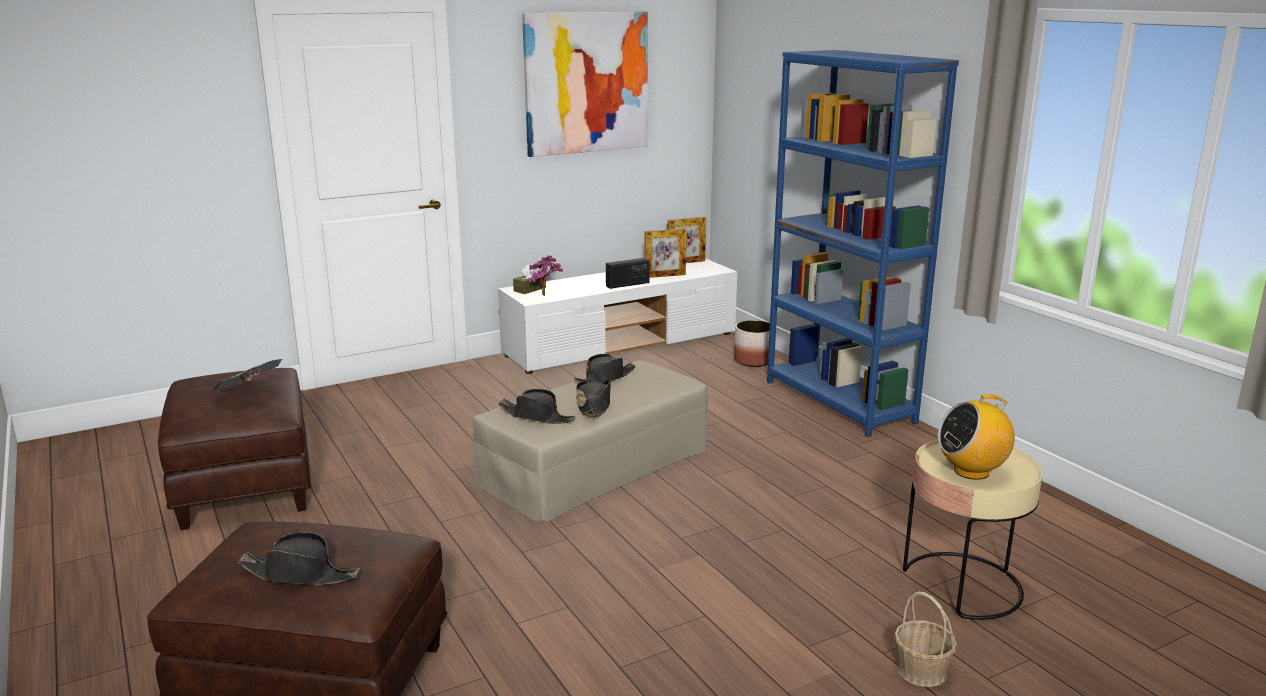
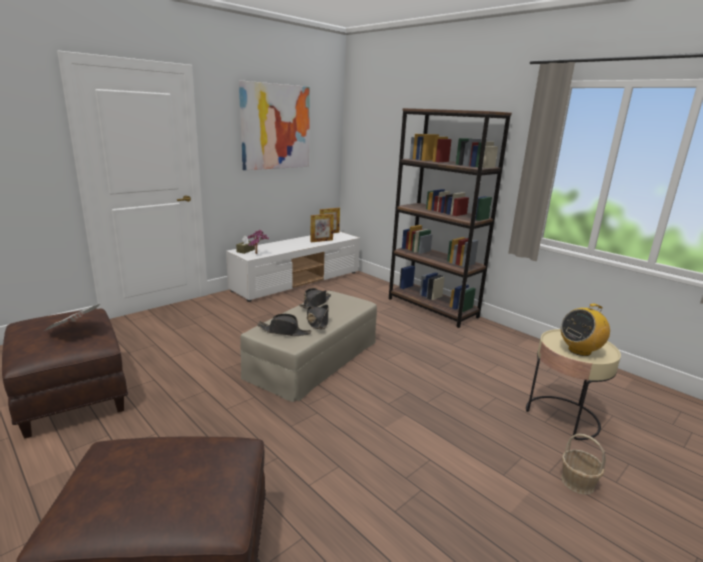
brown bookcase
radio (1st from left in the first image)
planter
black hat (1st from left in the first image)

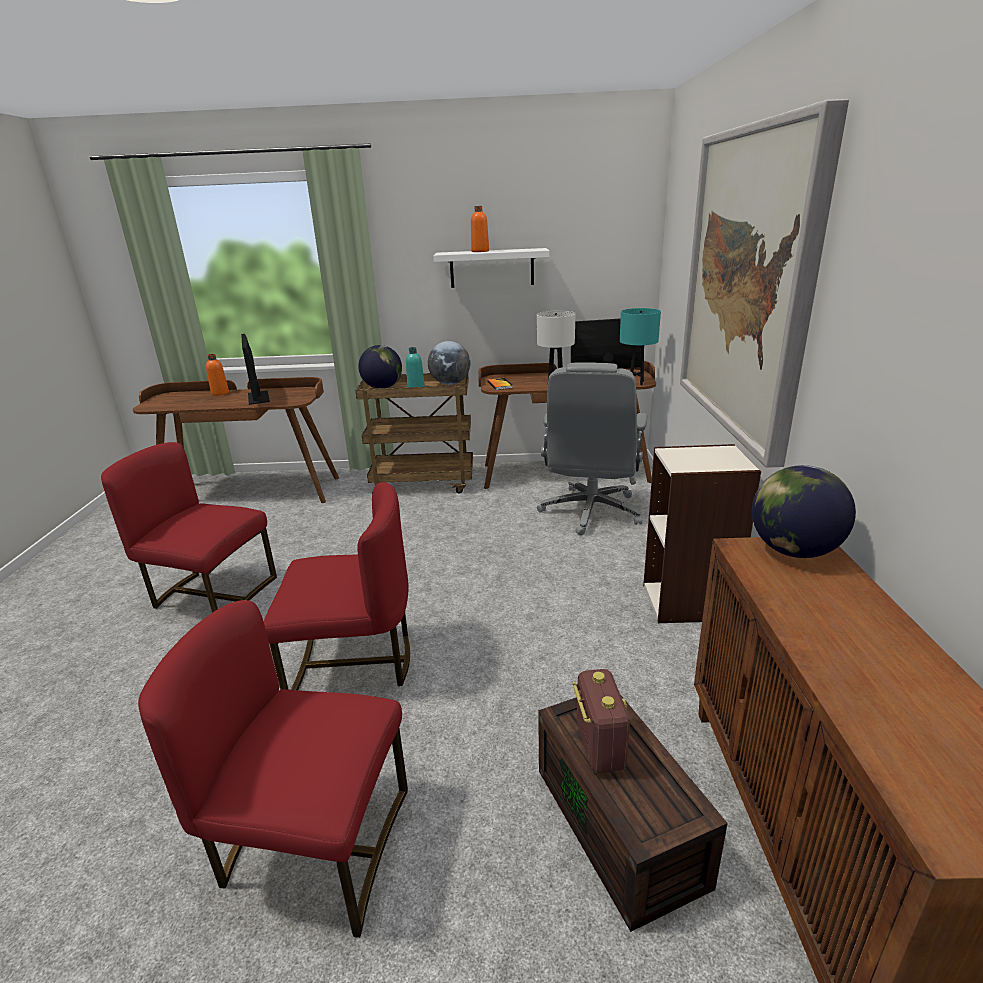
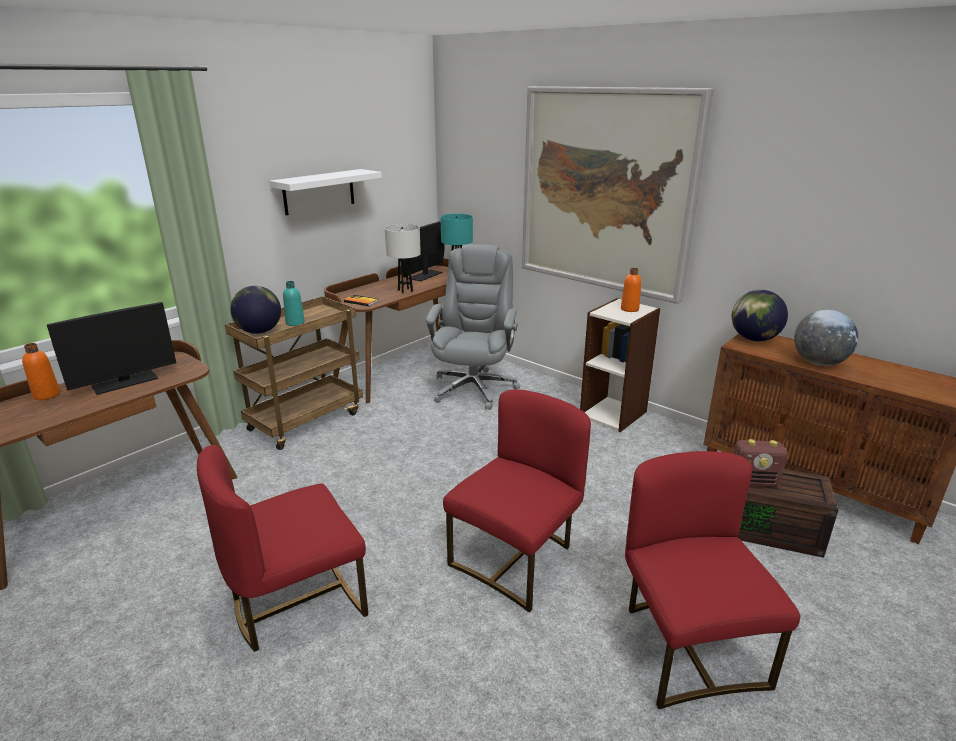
orange bottle (2nd from left)
monitor (1st from left)
globe (3rd from left)
grey office chair
red chair (3rd from left)
radio

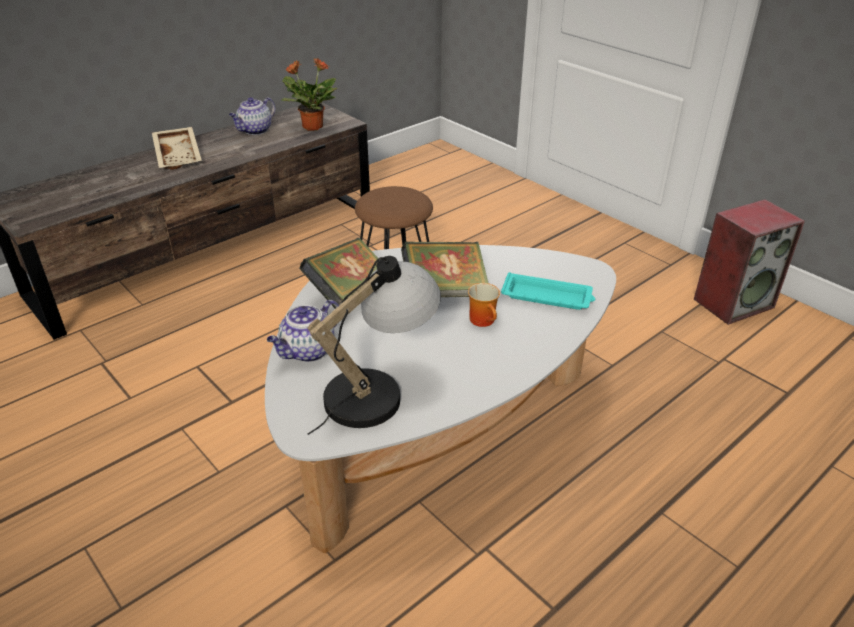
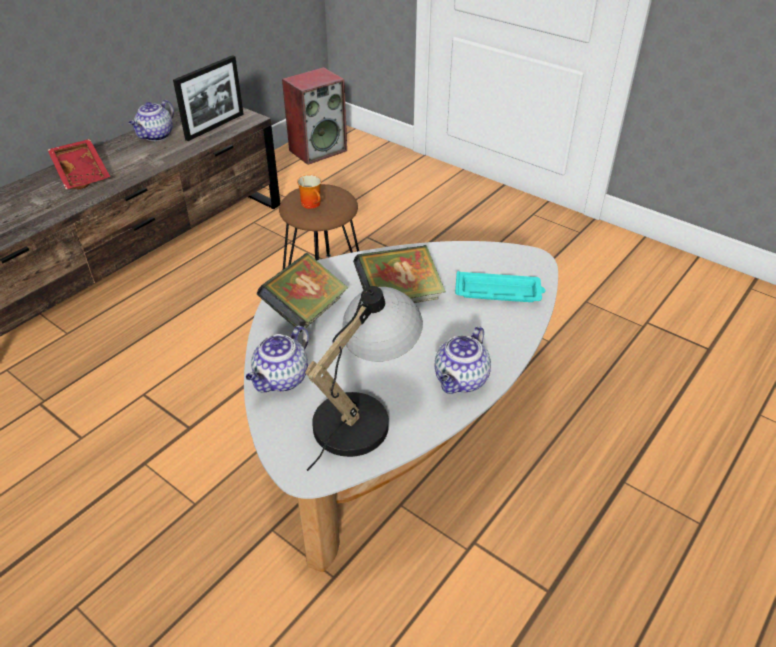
picture frame
red tray
speaker
mug
teapot (3rd from left)

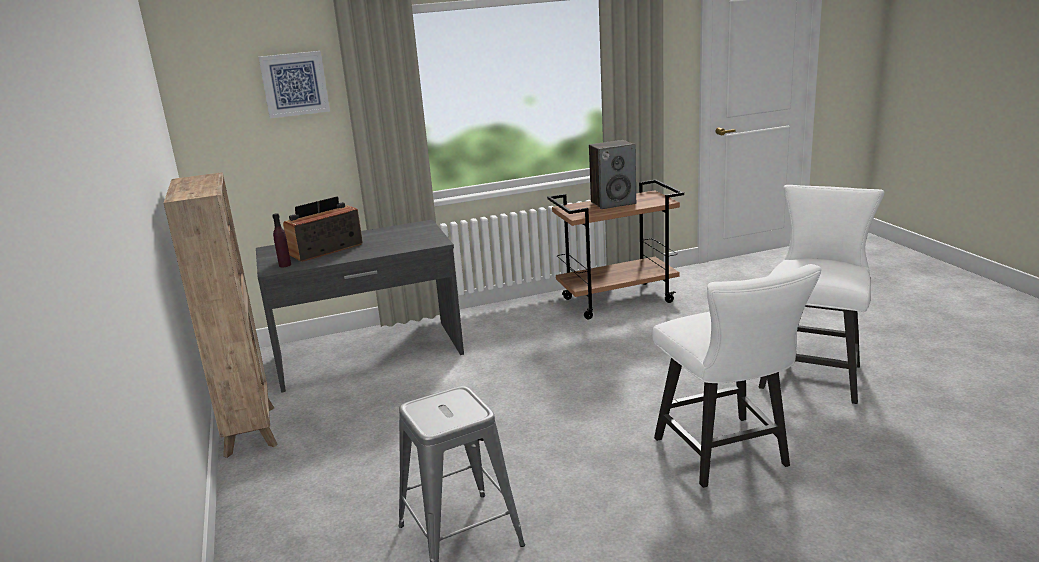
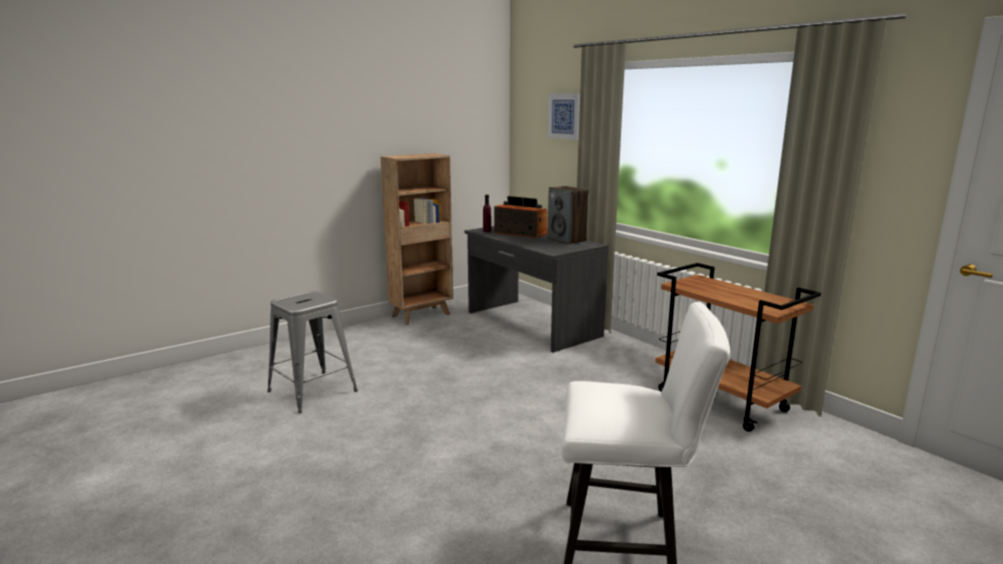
speaker
white chair (1st from left in the first image)

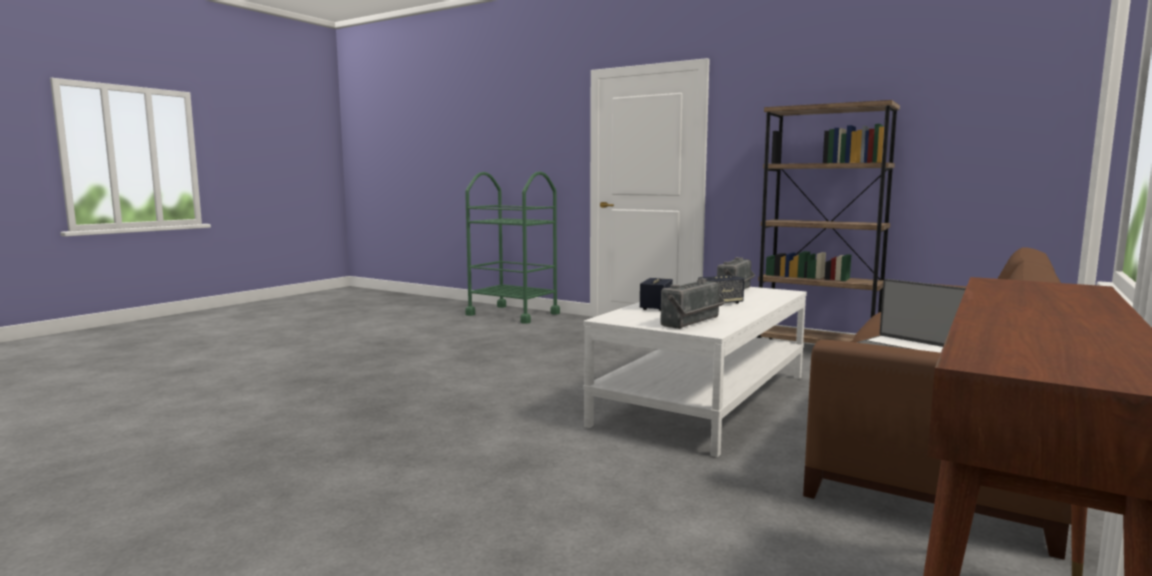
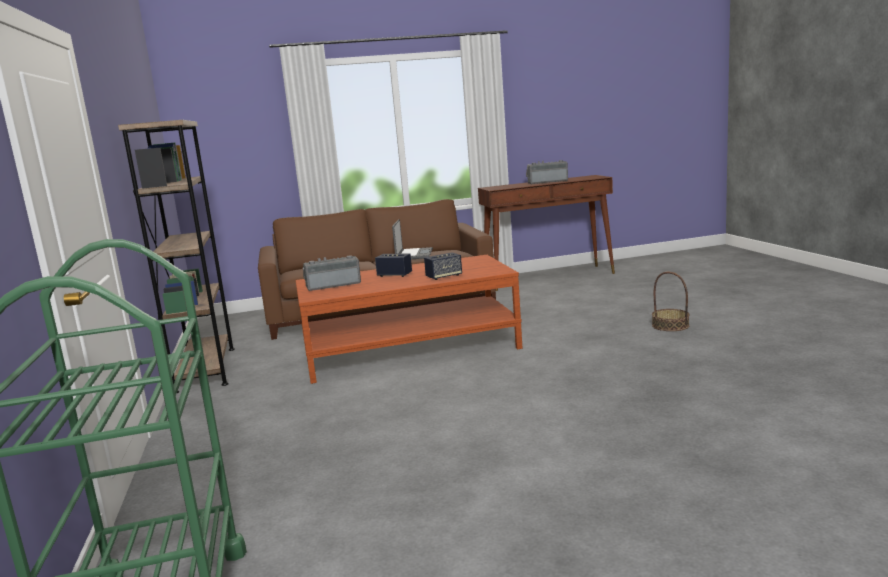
radio (2nd from left)
brown coffee table
basket

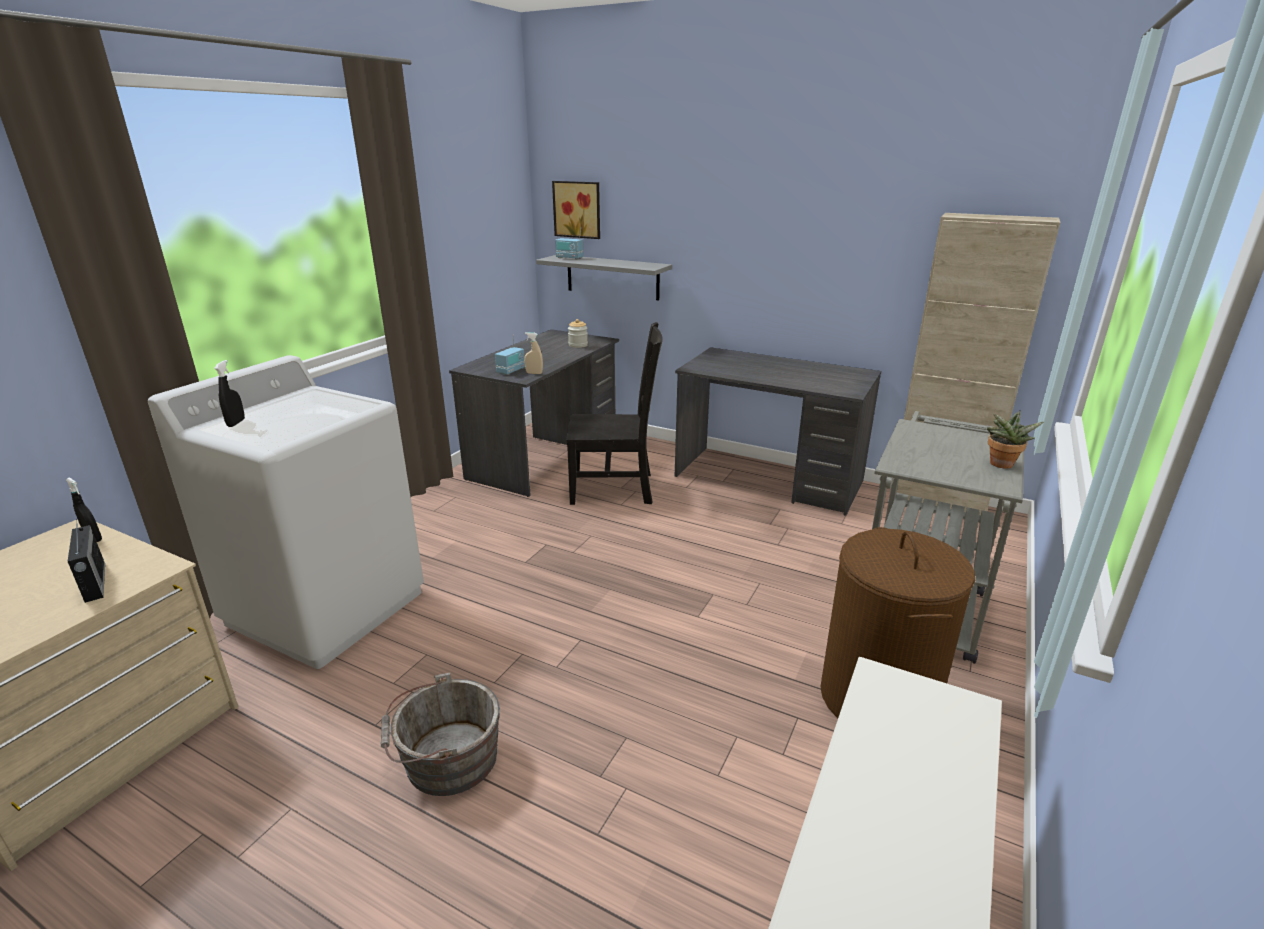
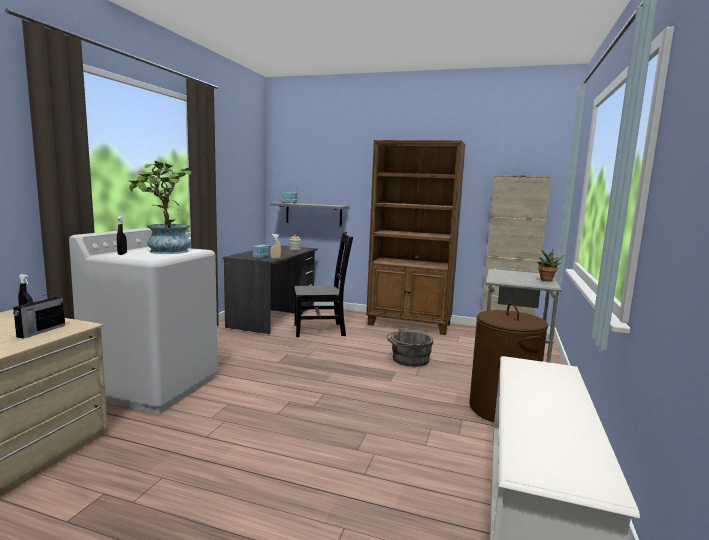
picture
brown bookcase
radio (1st from left)
grey bucket
potted plant (1st from left)

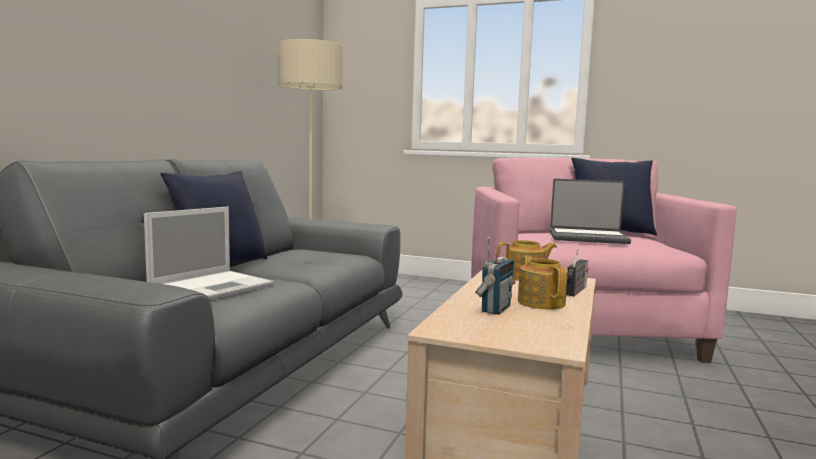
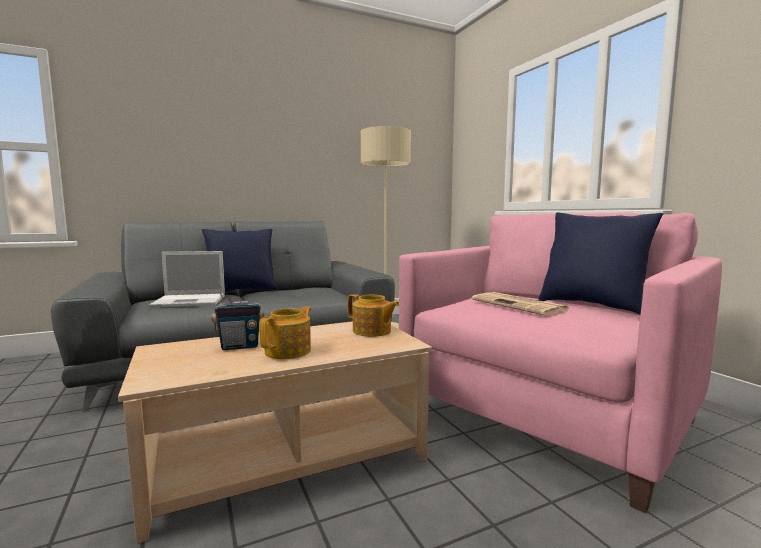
newspaper
radio (2nd from left in the first image)

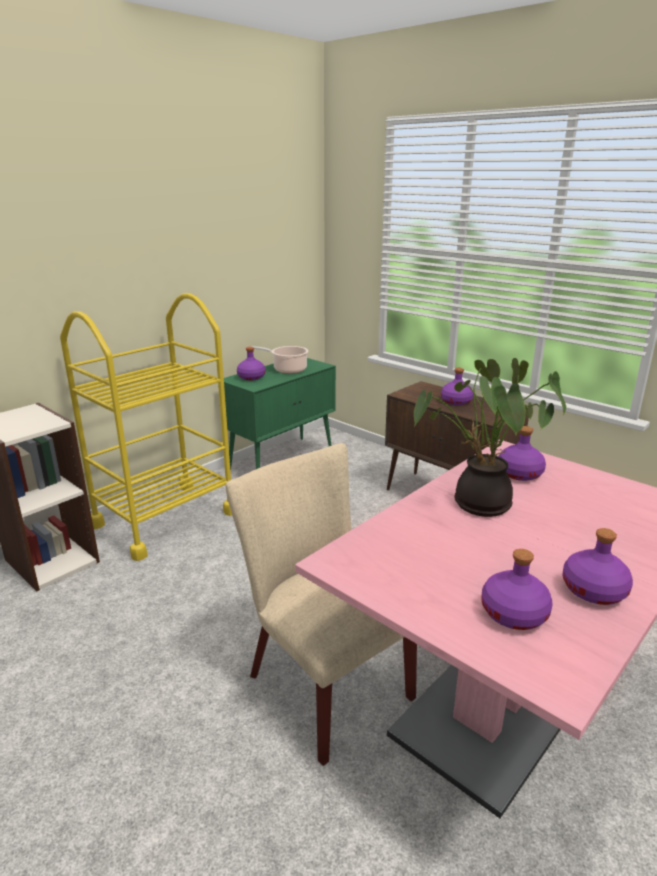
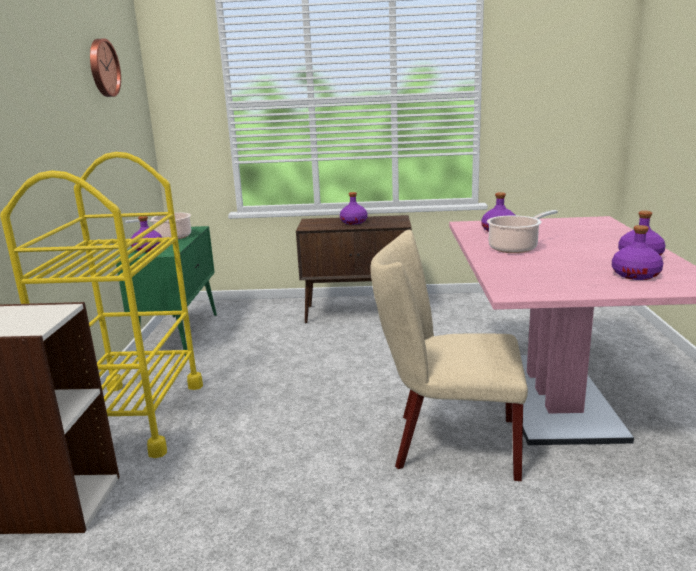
cooking pot (2nd from left)
wall clock

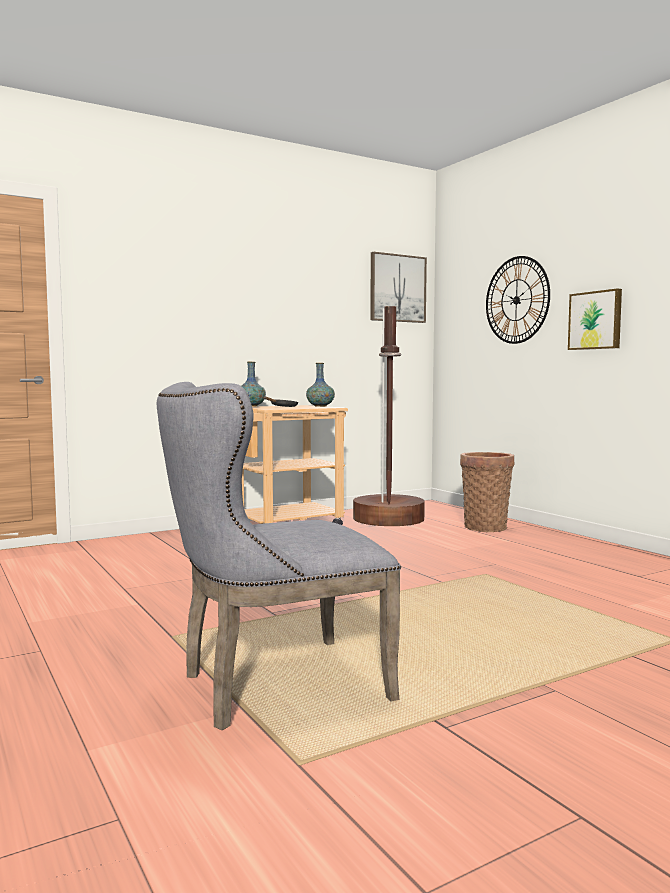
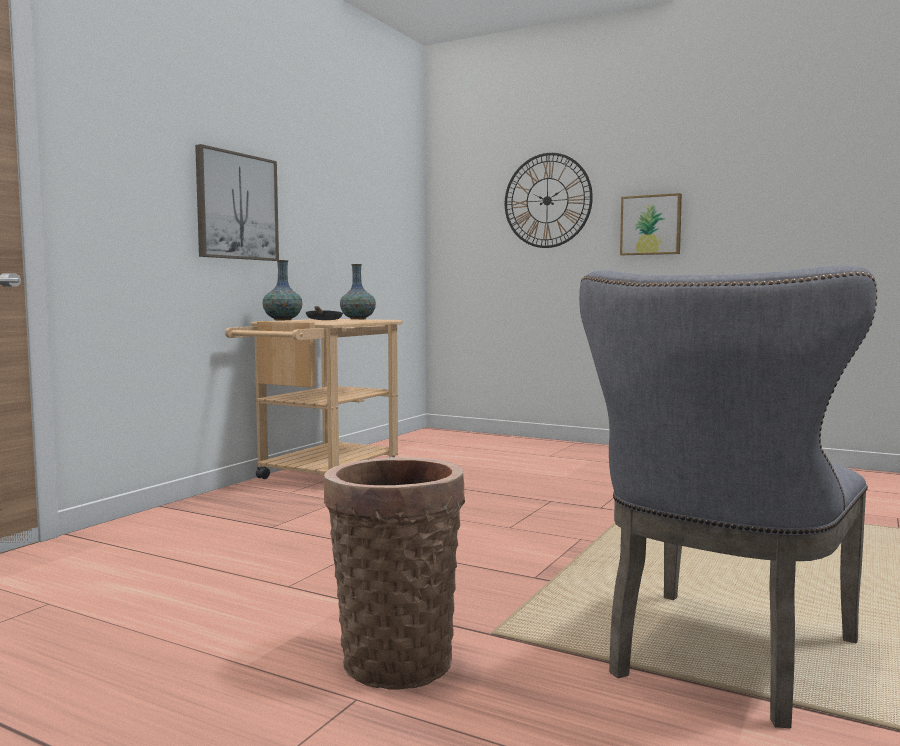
picture (1st from left)
brown floor lamp
basket

